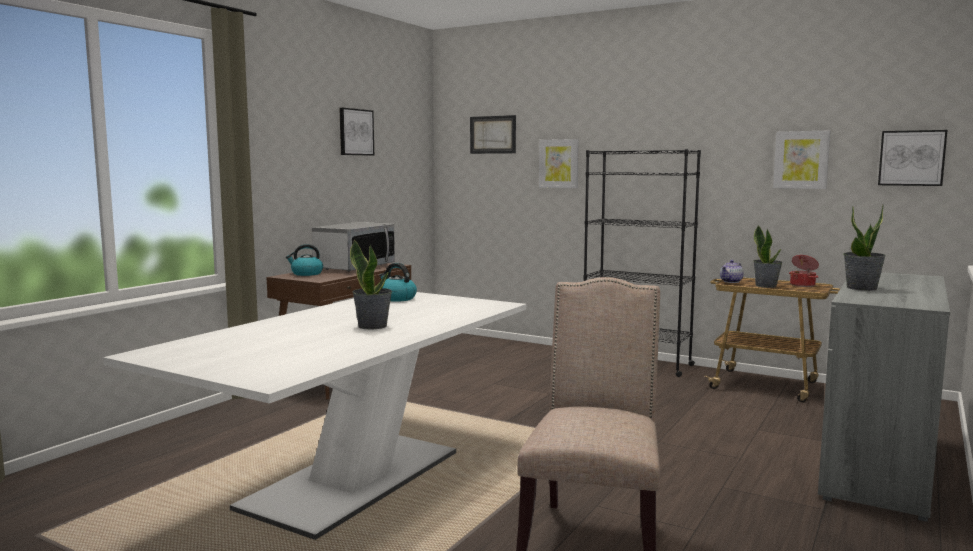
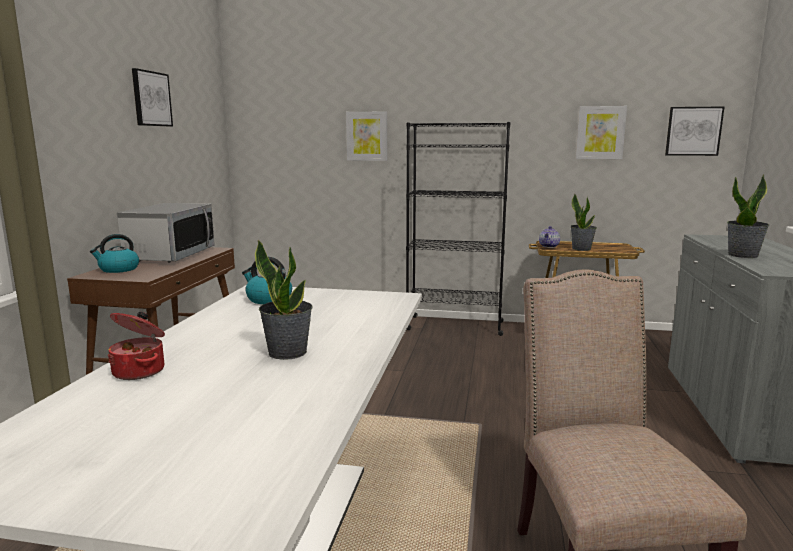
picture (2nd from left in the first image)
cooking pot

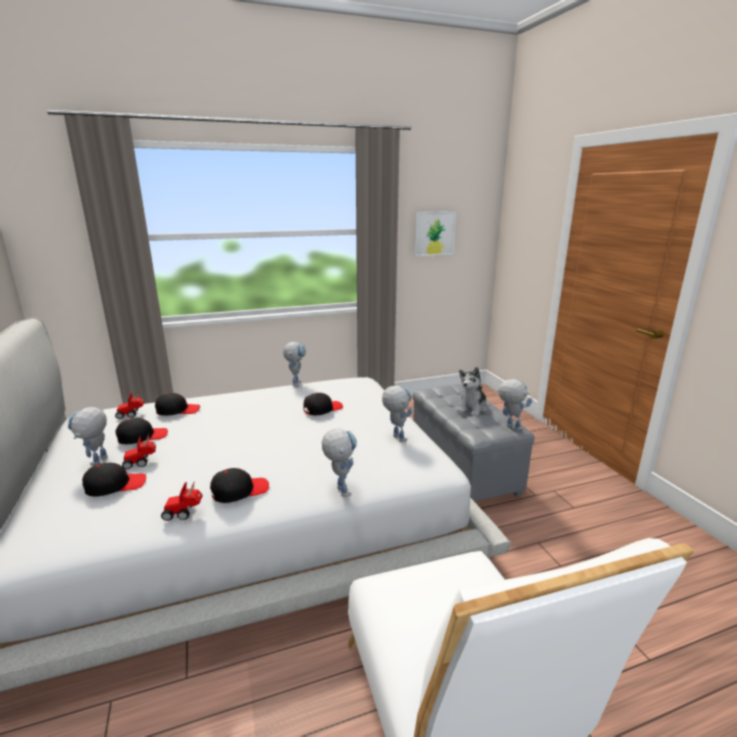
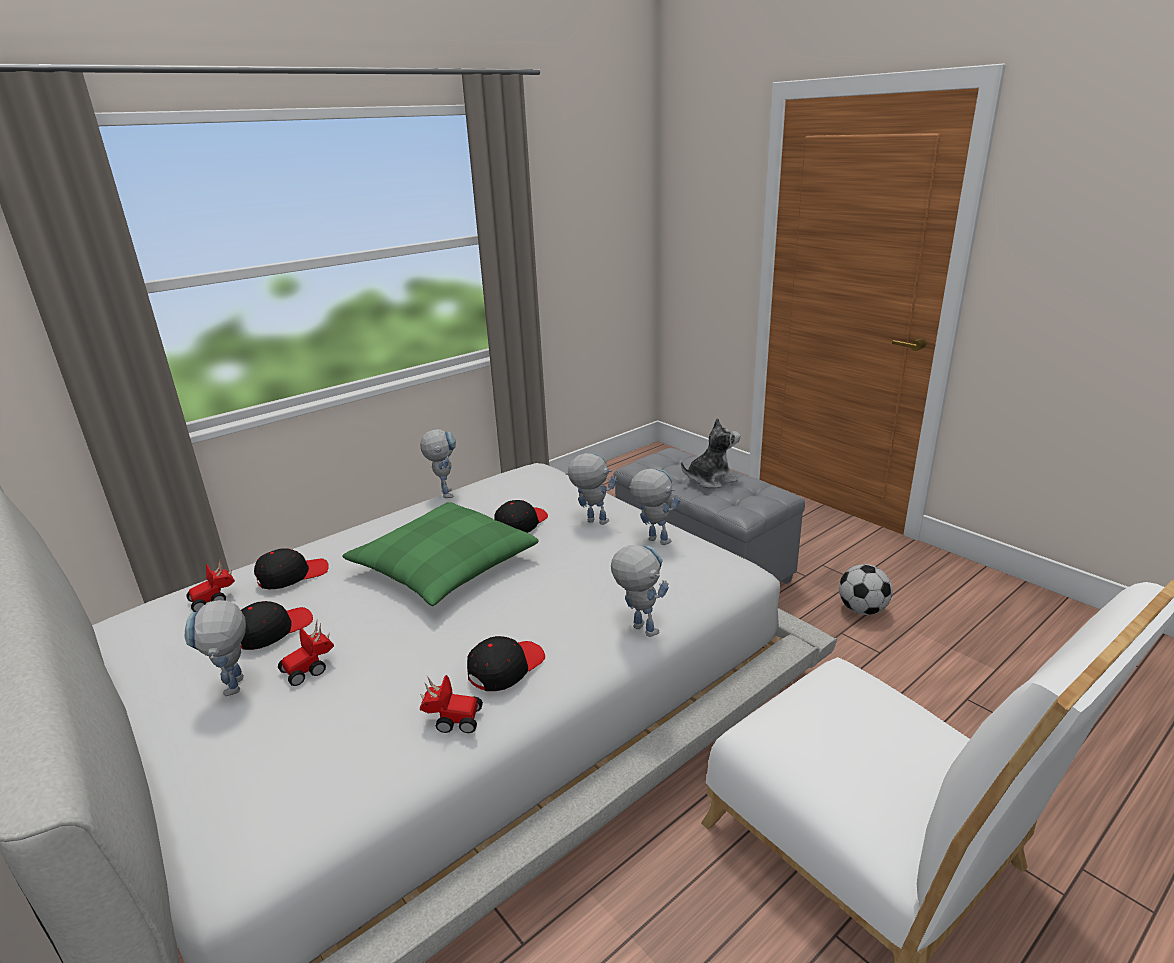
picture
plush toy
toy robot (3rd from left)
black cap (1st from left in the first image)
toy car (3rd from left)
green pillow
football

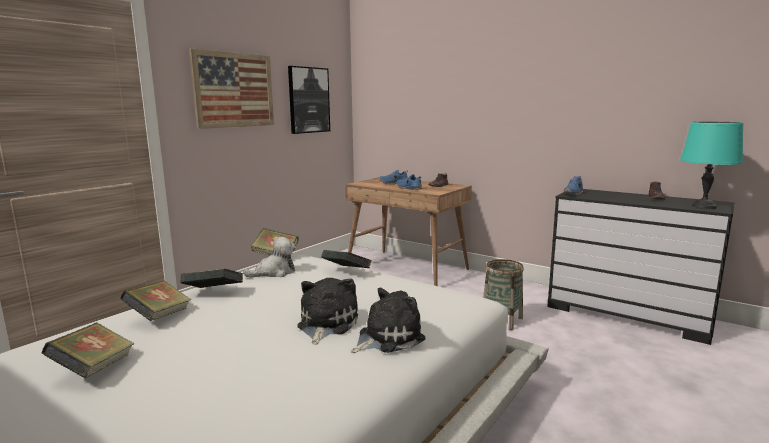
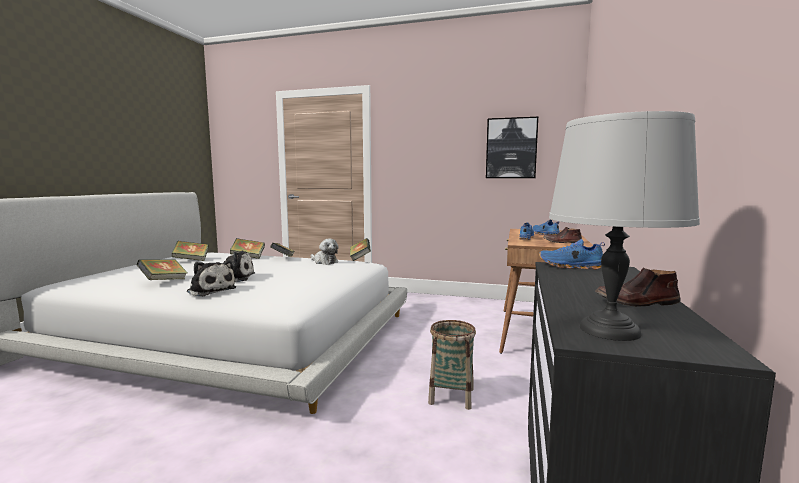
picture (1st from left in the first image)
grey table lamp
book (1st from left)

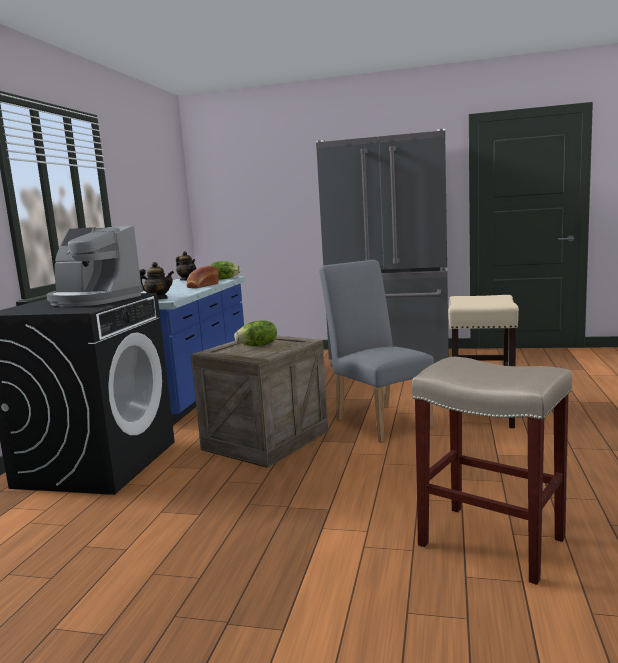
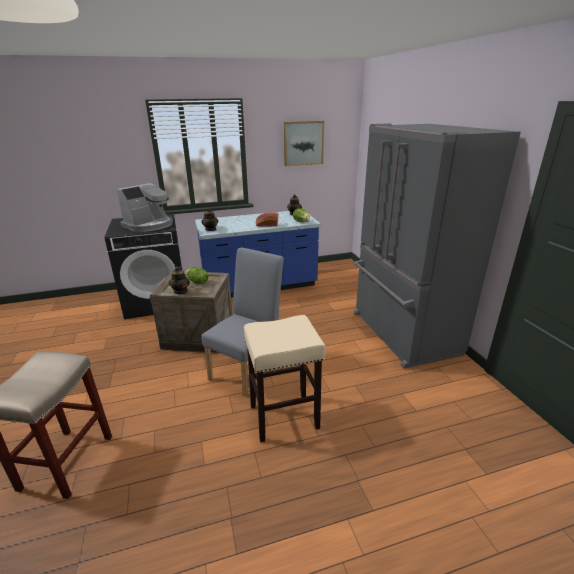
coffee machine
picture
teapot (1st from left)

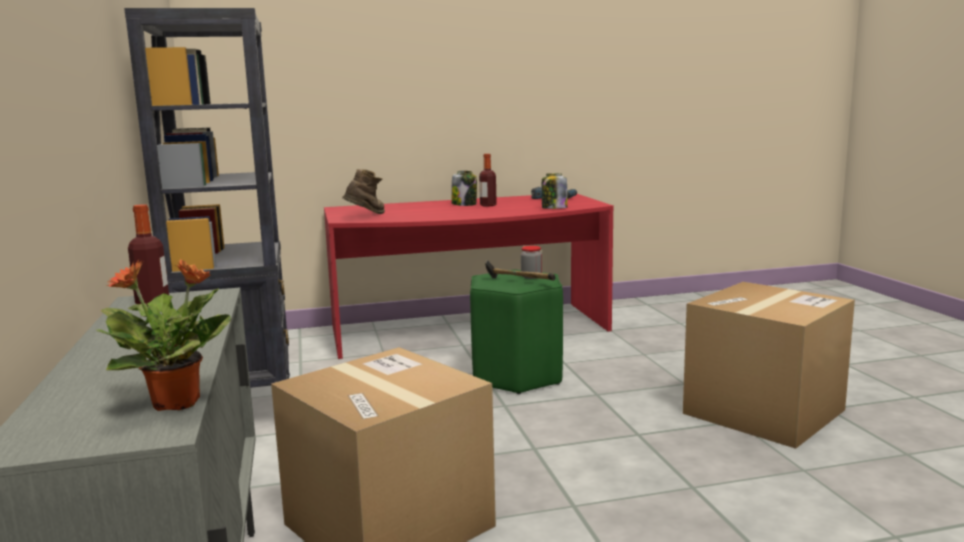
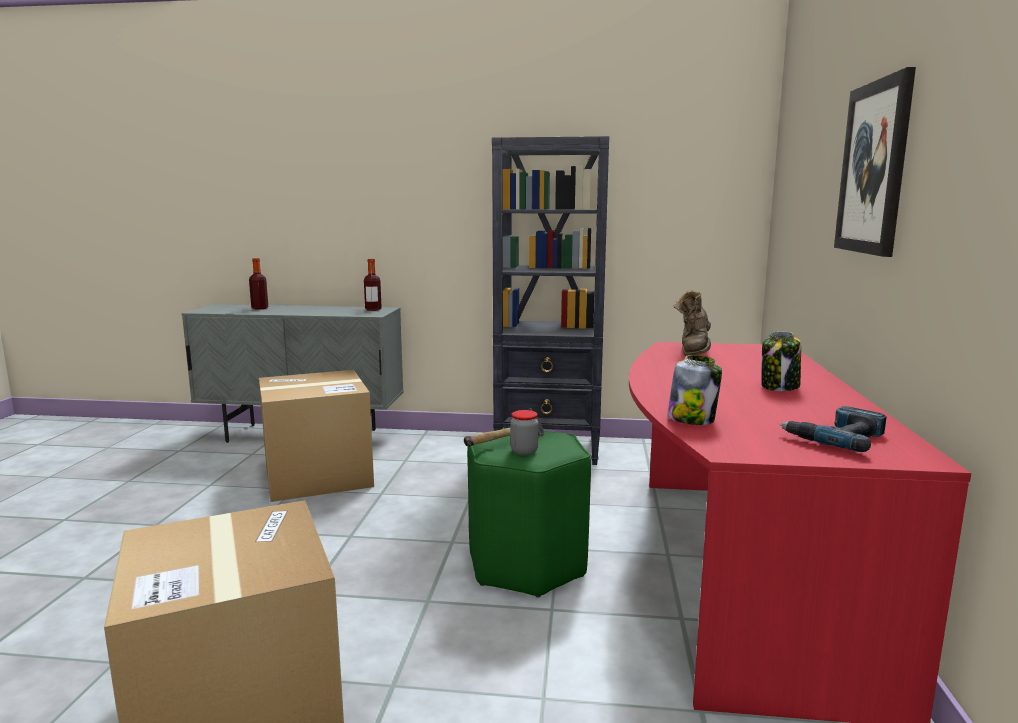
bottle (1st from left)
brown boot
potted plant
picture

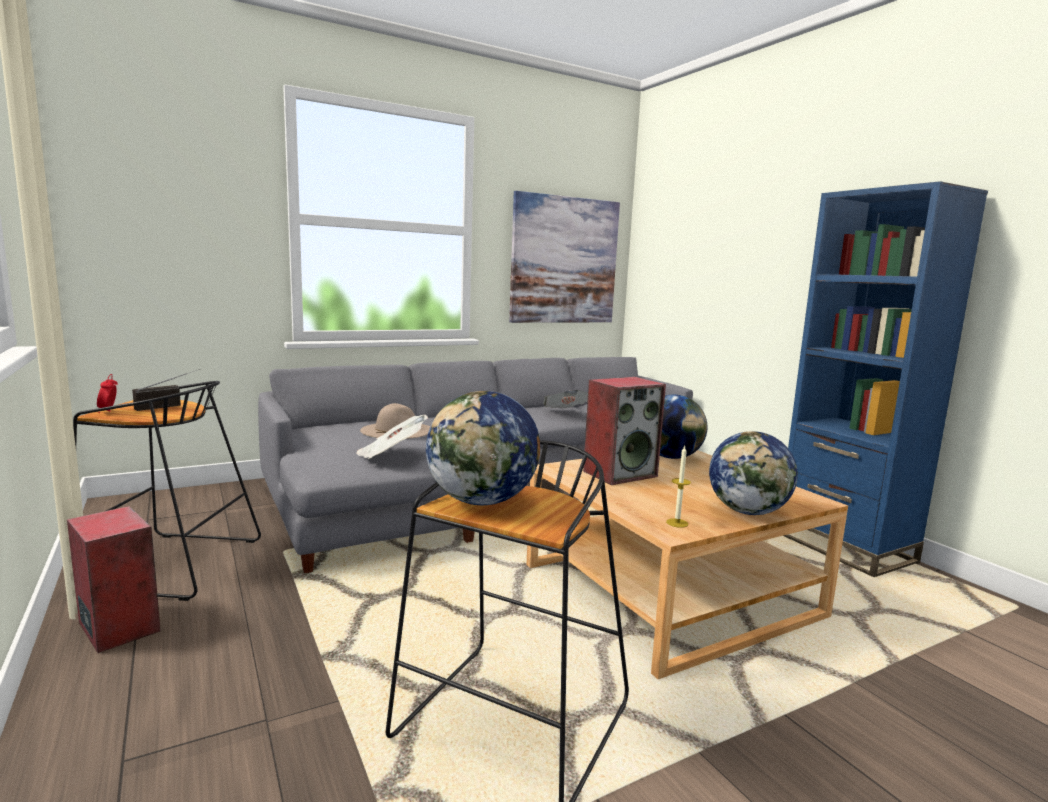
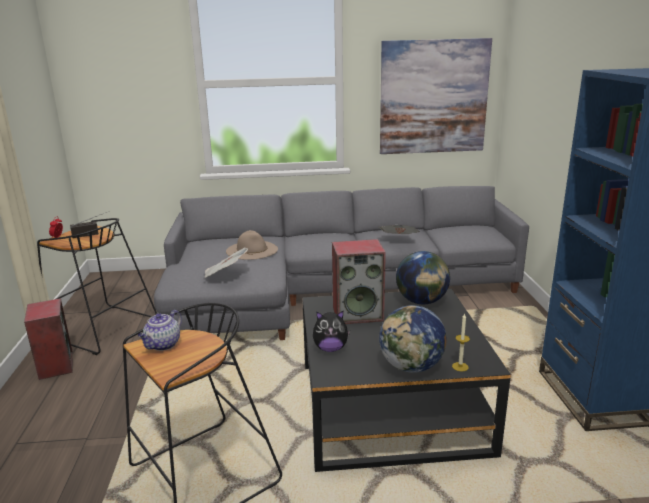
teapot
candle
black coffee table
plush toy

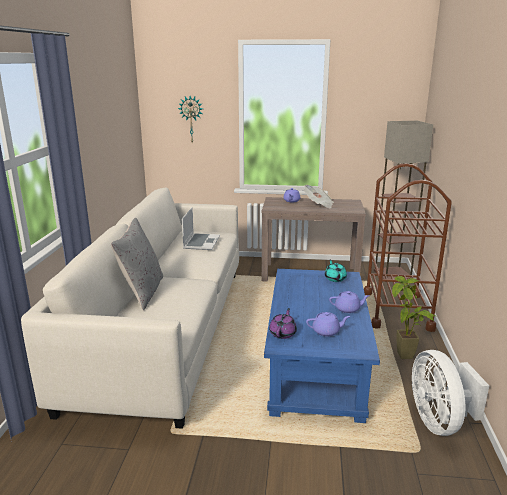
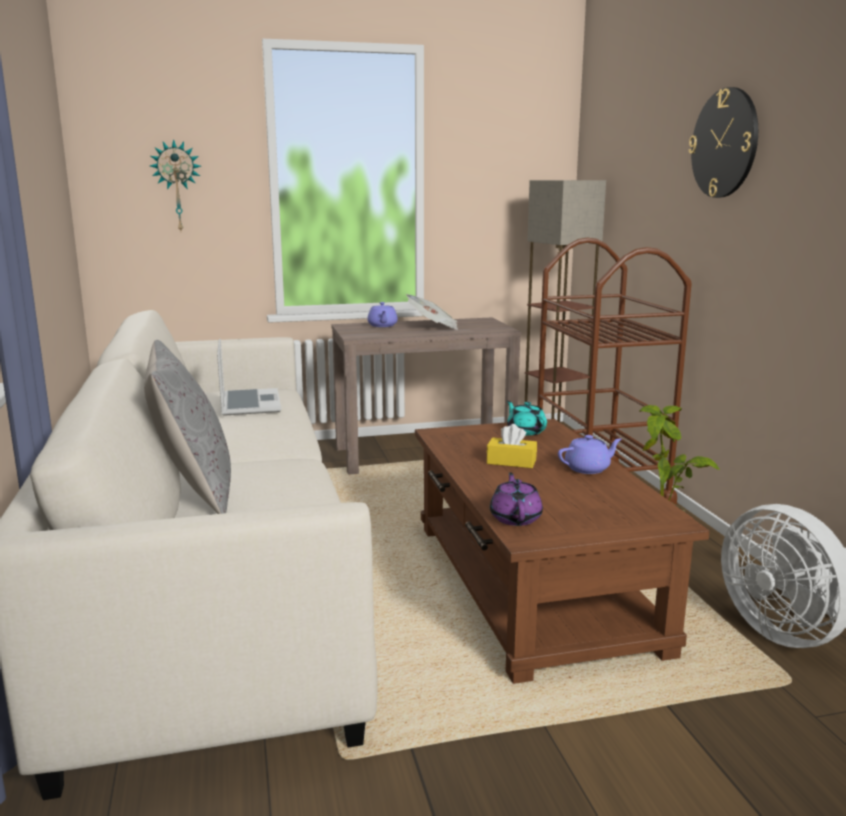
brown coffee table
purple teapot (3rd from left in the first image)
wall clock (2nd from left)
yellow tissue box

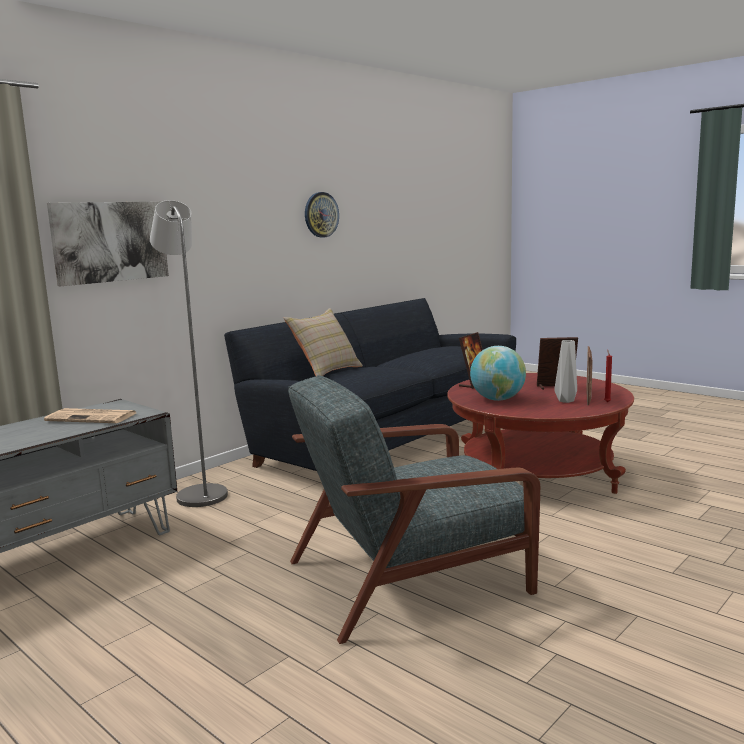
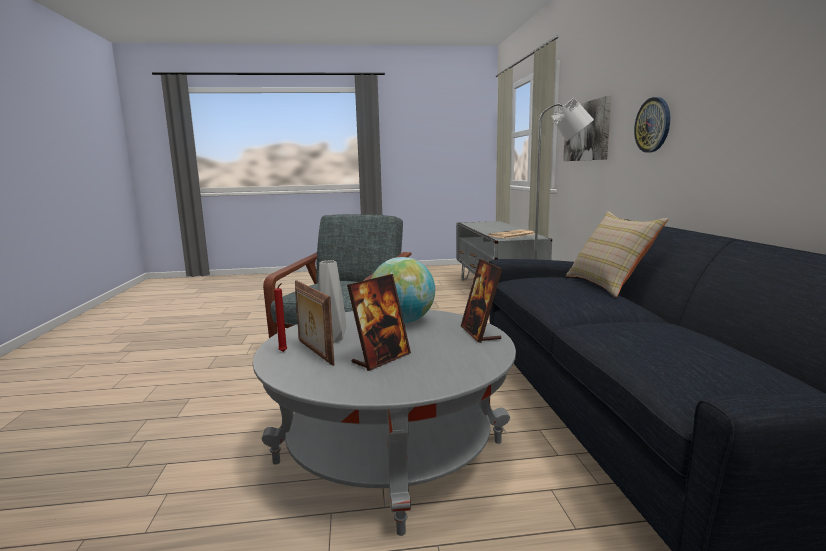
wall clock
grey coffee table

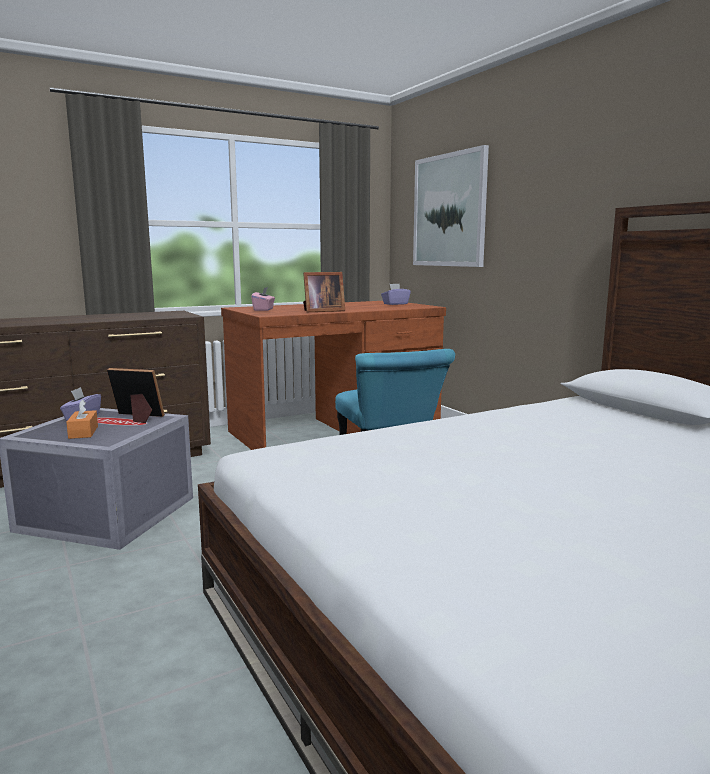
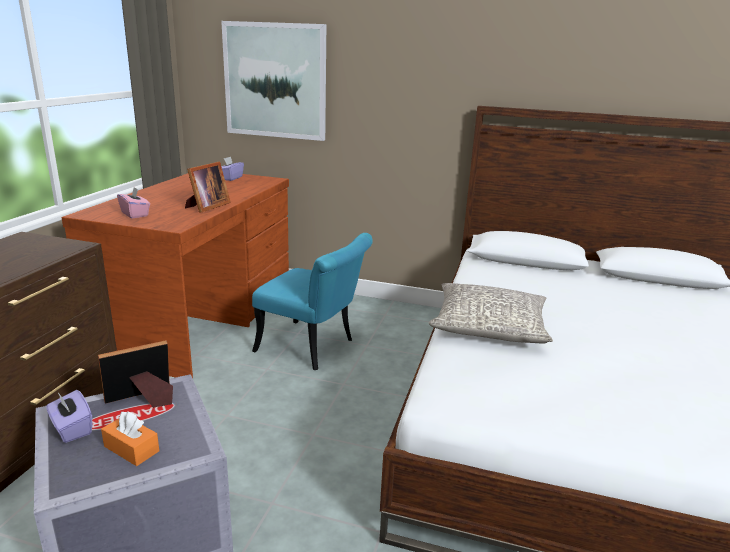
grey pillow

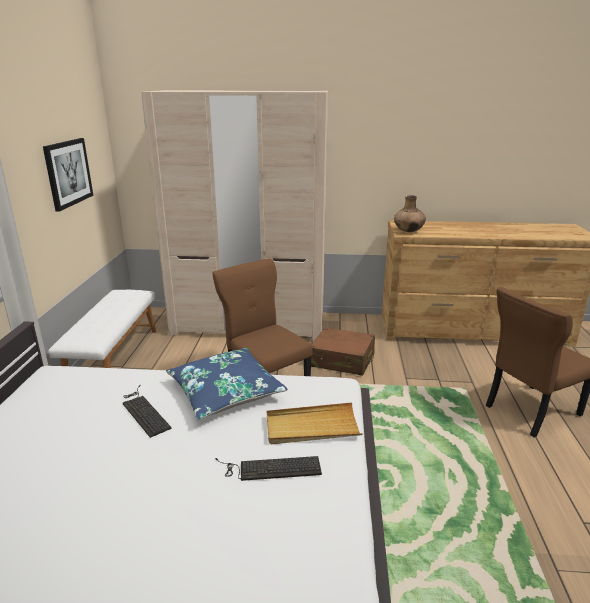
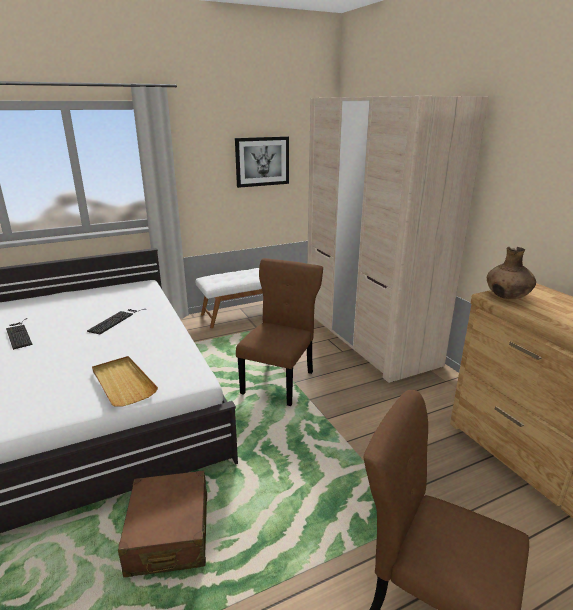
brown suitcase
blue pillow
keyboard (1st from left)

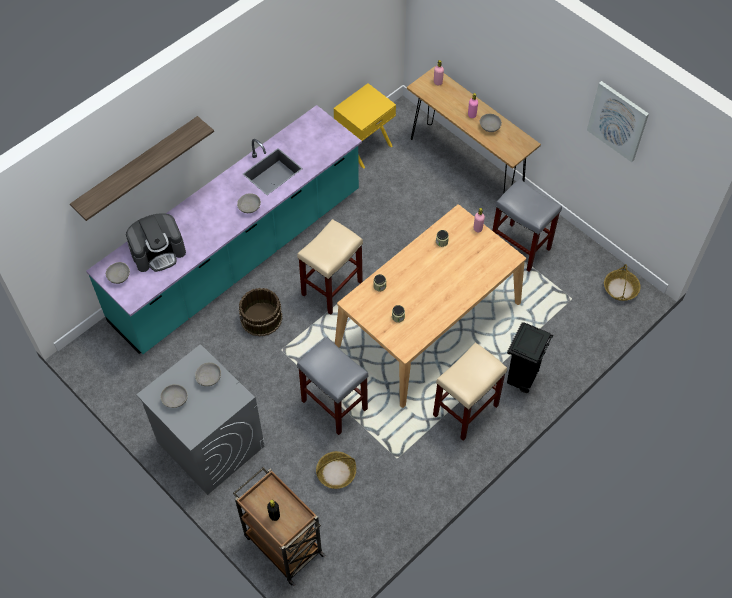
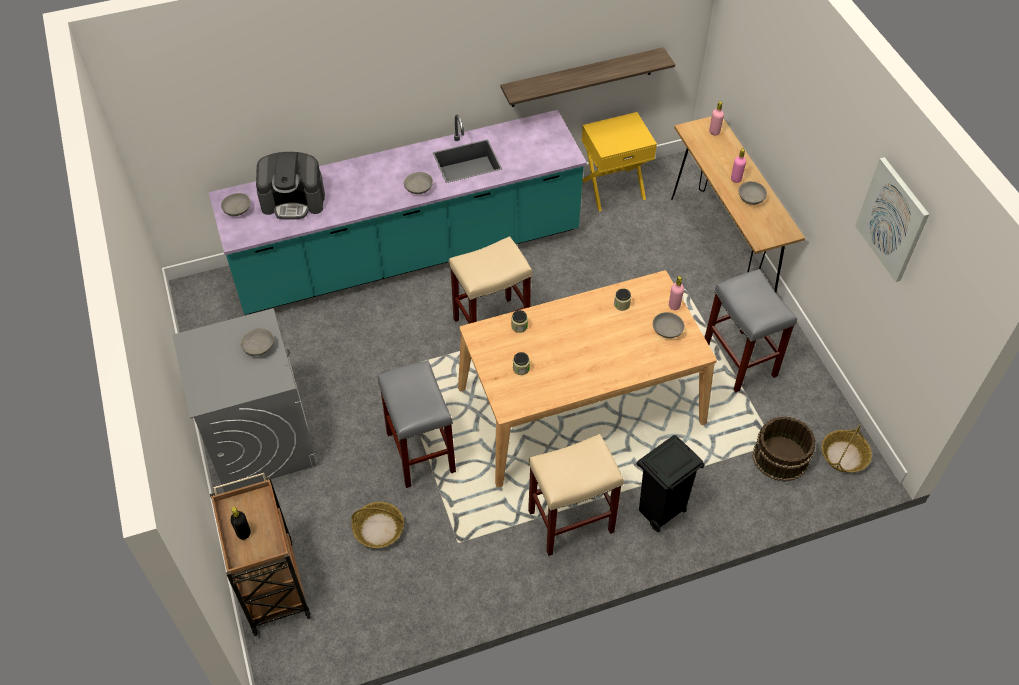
shelf
brown bucket
grey bowl (4th from left)

